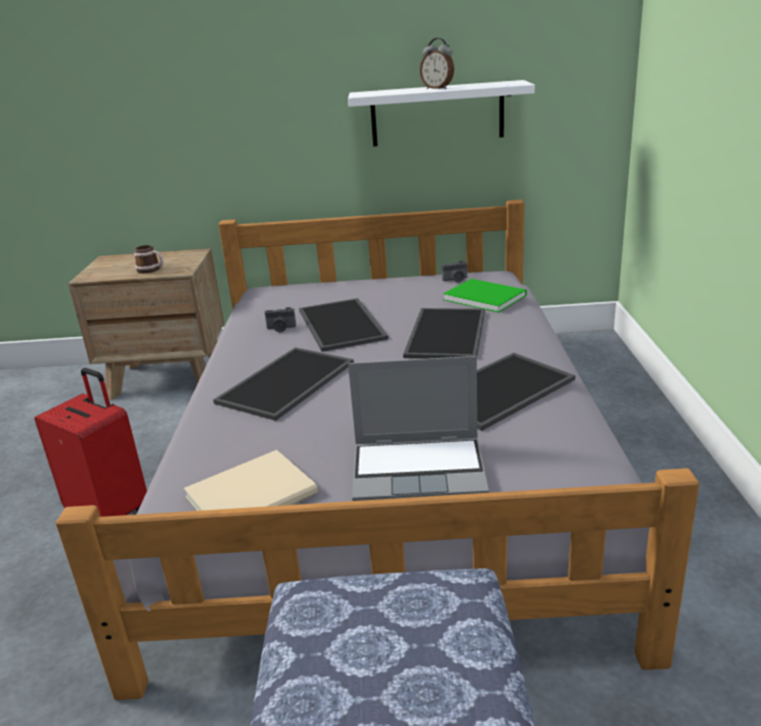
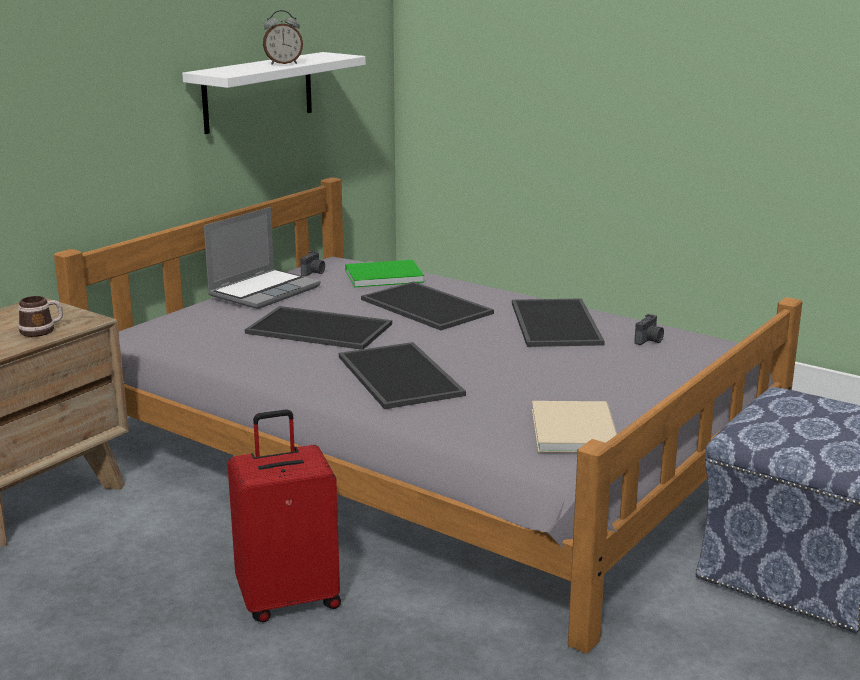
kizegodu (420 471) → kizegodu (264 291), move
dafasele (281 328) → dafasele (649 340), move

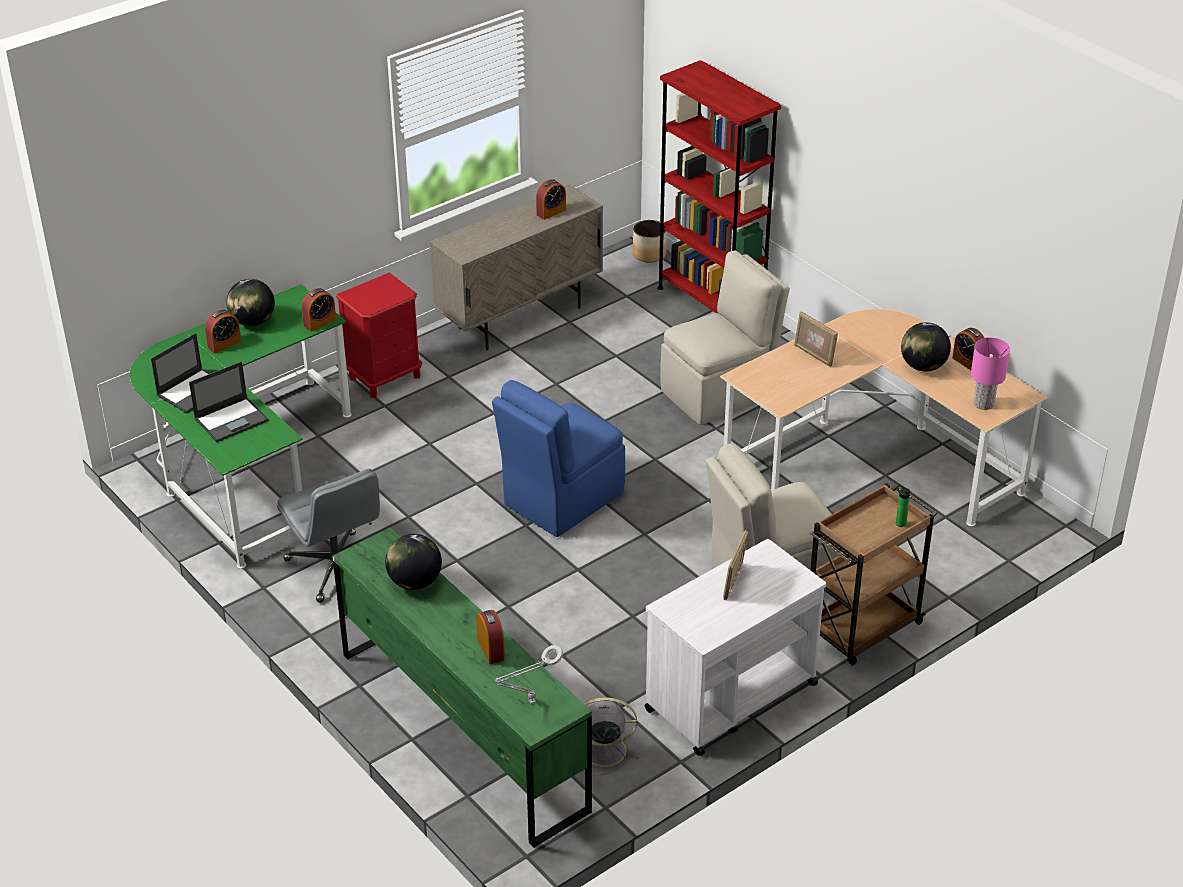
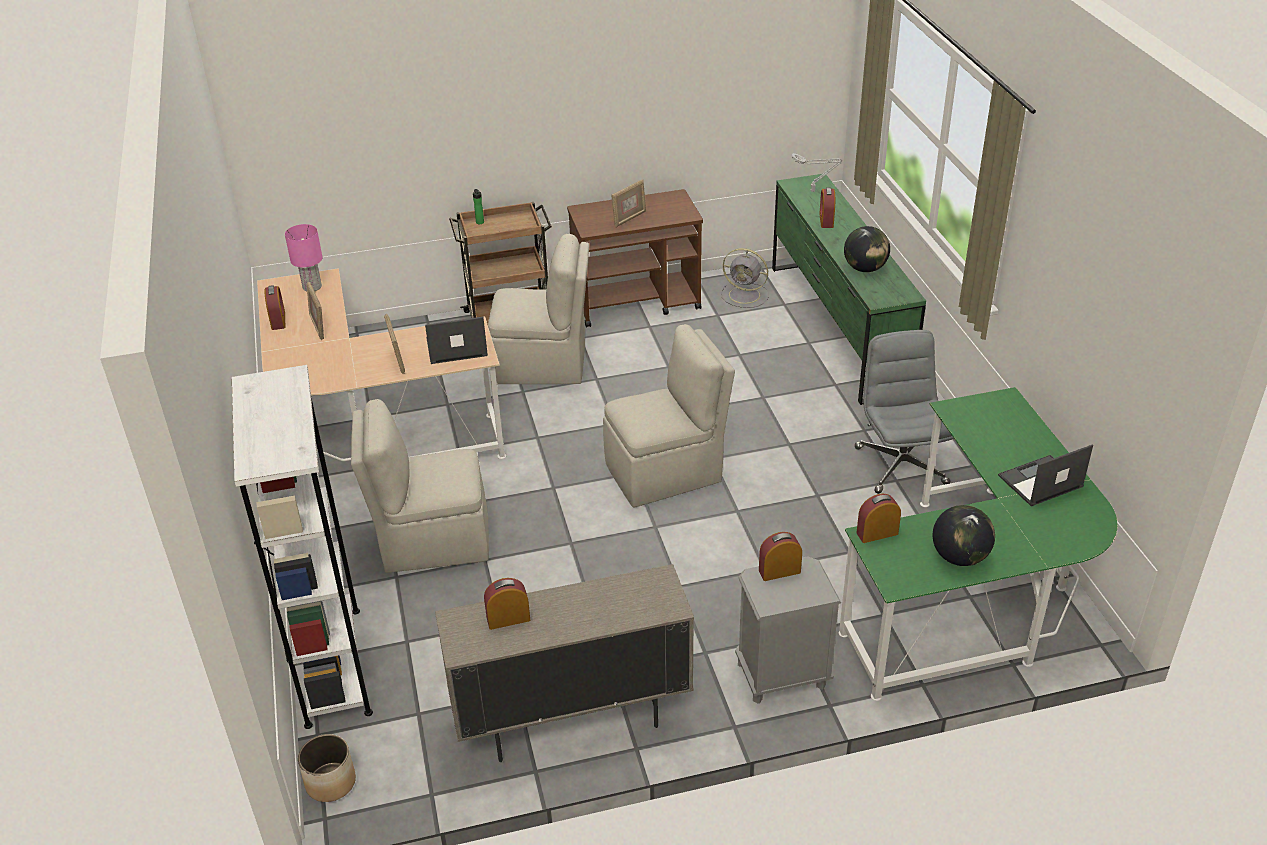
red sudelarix (710 303) → white sudelarix (333 666)
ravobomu (923 366) → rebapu (318 327)
kizegodu (232 419) → kizegodu (456 347), move
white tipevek (730 697) → brown tipevek (637 303)
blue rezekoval (561 500) → beige rezekoval (666 472)
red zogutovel (384 377) → grey zogutovel (781 676)
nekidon (224 344) → nekidon (779 571), move

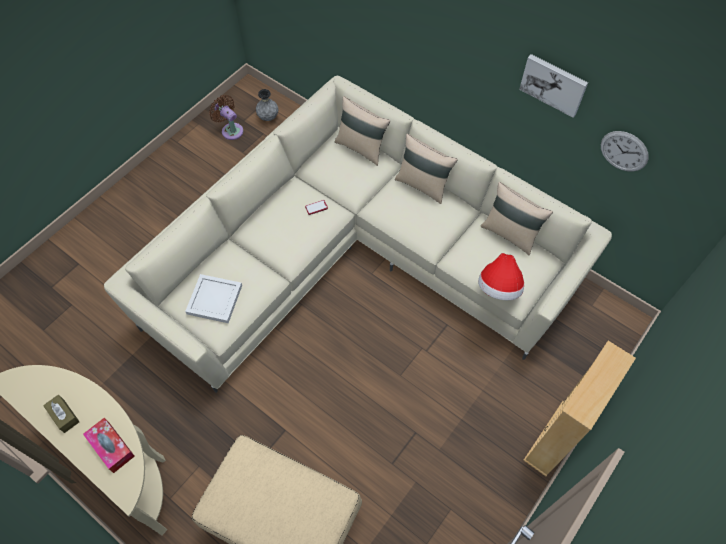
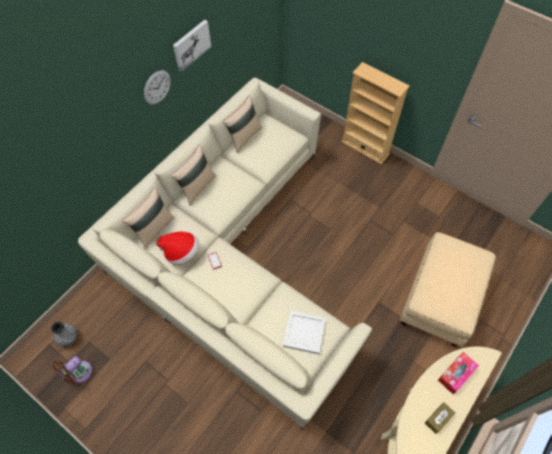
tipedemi (624 151) → tipedemi (157 87), move
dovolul (499 287) → dovolul (181 252), move

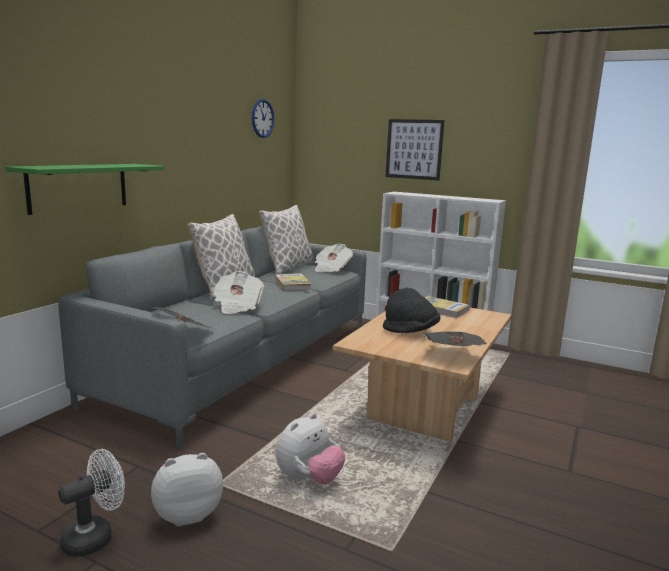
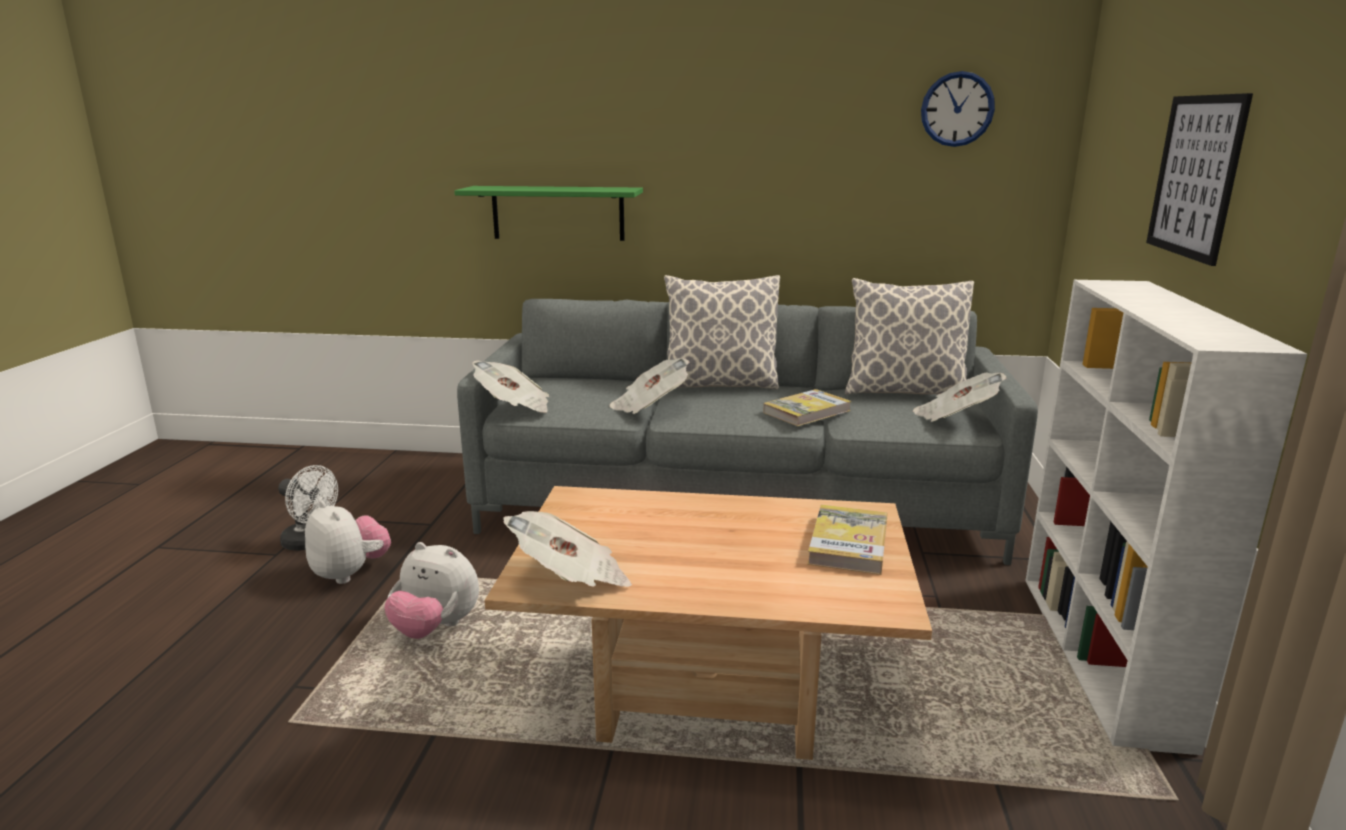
black dovolul (411 332) → -

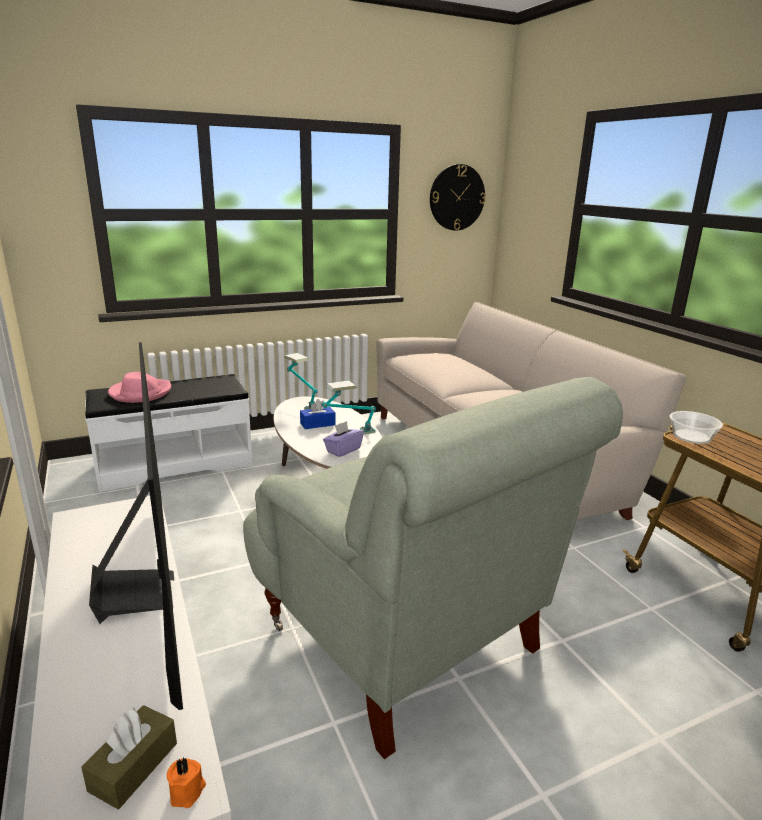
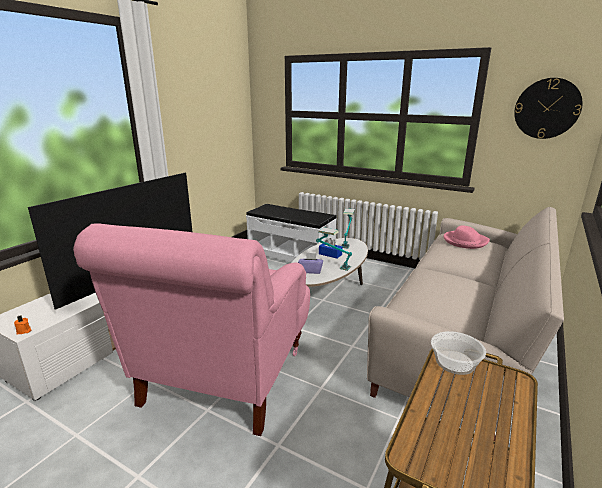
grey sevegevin (405 640) → pink sevegevin (223 379)
pink dovolul (140 393) → pink dovolul (465 241), move
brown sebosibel (133 766) → -

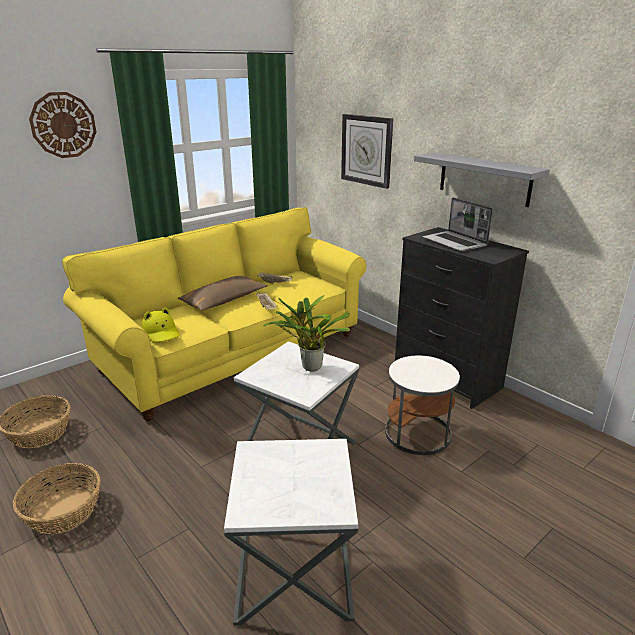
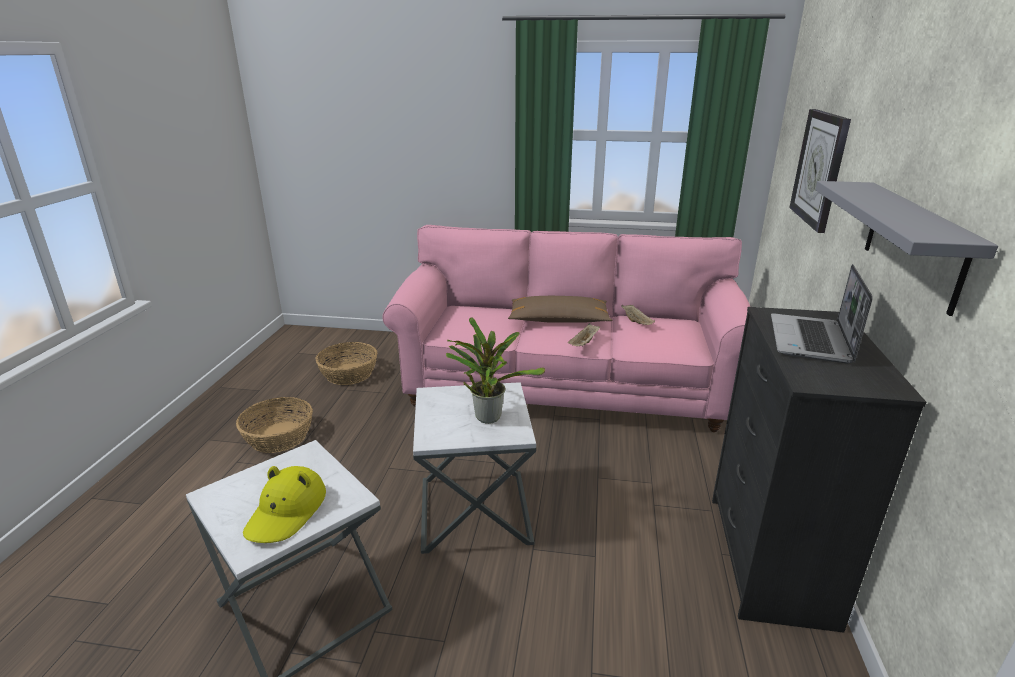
yellow dovolul (161 332) → yellow dovolul (286 512), move
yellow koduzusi (233 353) → pink koduzusi (565 386)
tipedemi (63 125) → -
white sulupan (418 433) → -

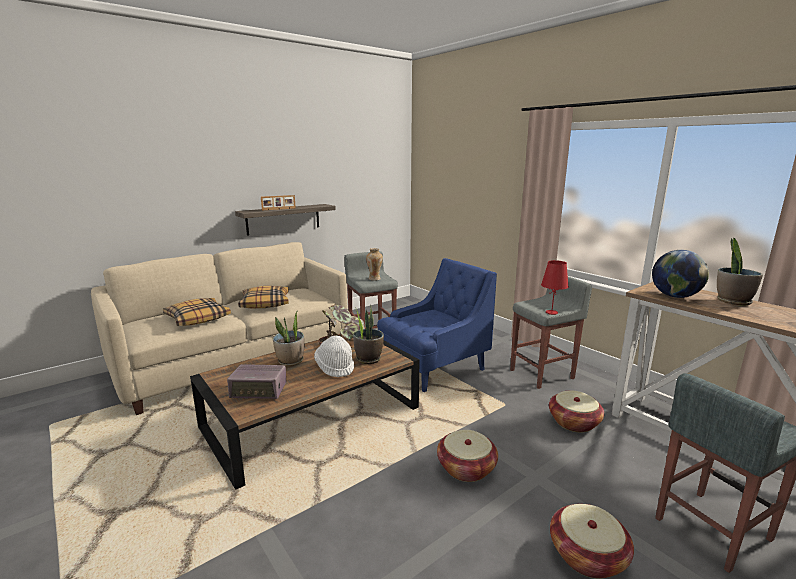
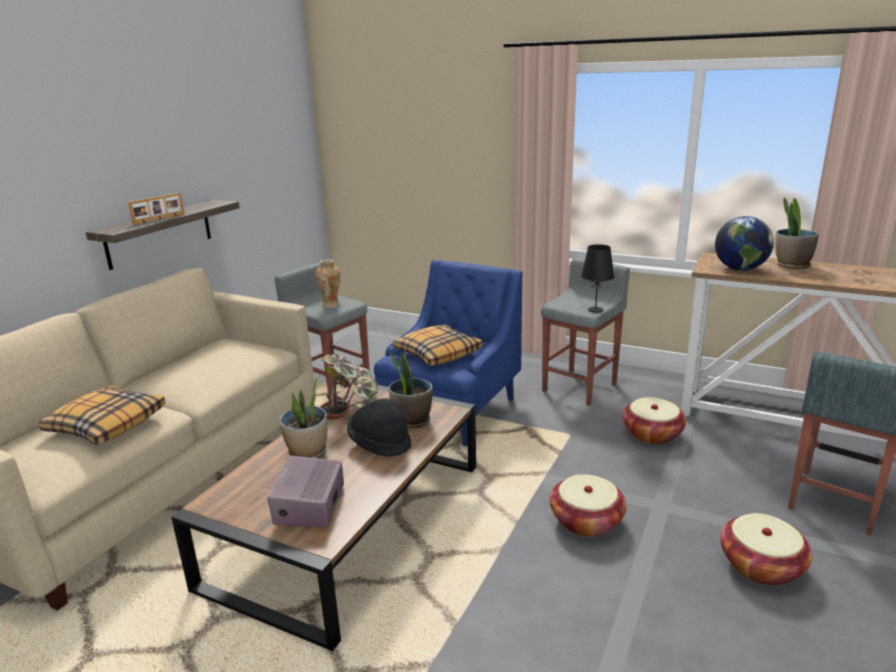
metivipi (259 391) → metivipi (309 505), 120 degrees clockwise
white dovolul (335 367) → black dovolul (380 443)
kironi (265 303) → kironi (437 353), move
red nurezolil (551 312) → black nurezolil (595 310)

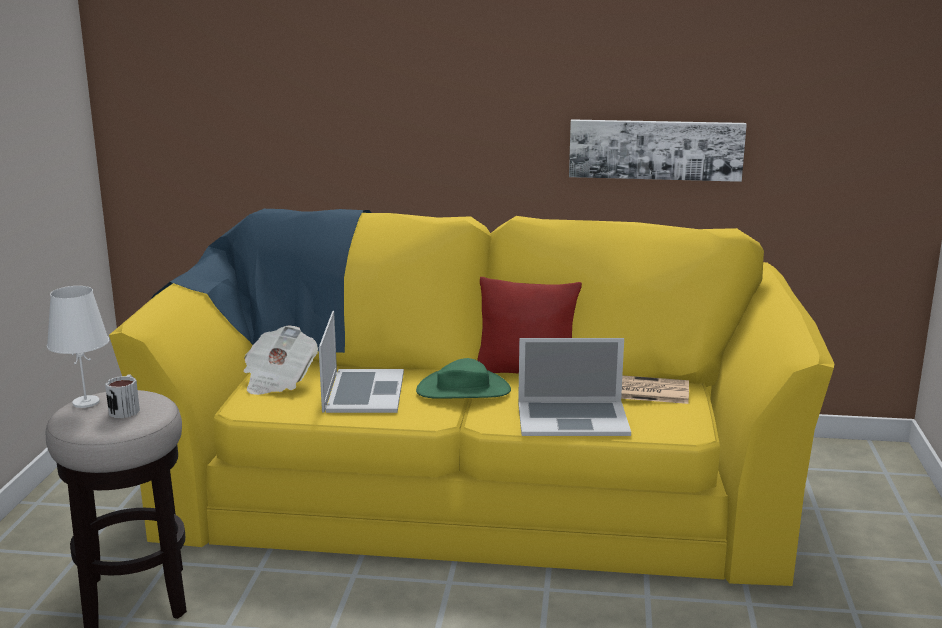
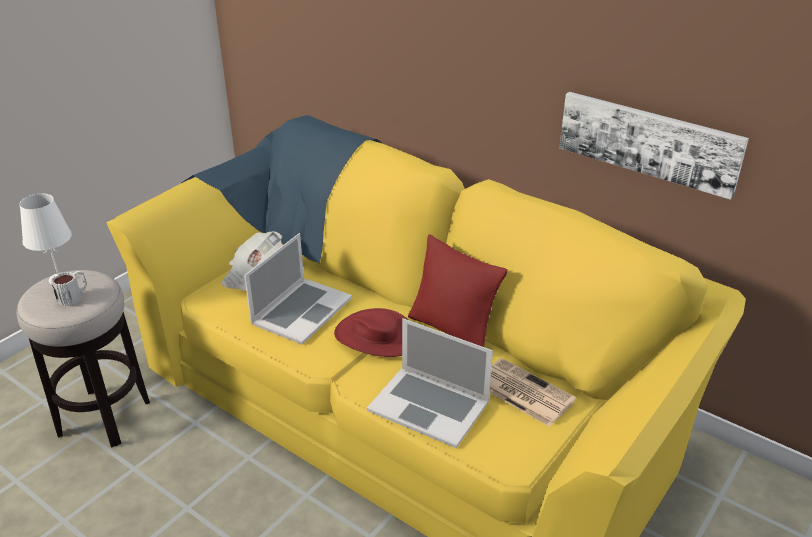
green dovolul (463 390) → red dovolul (375 336)

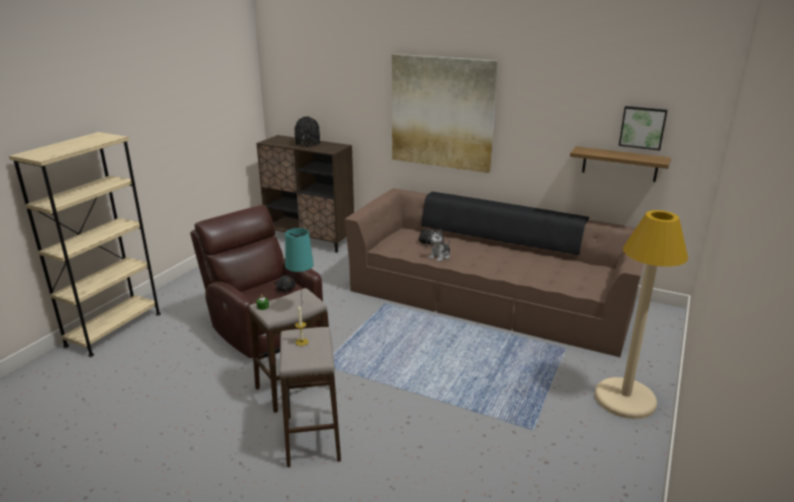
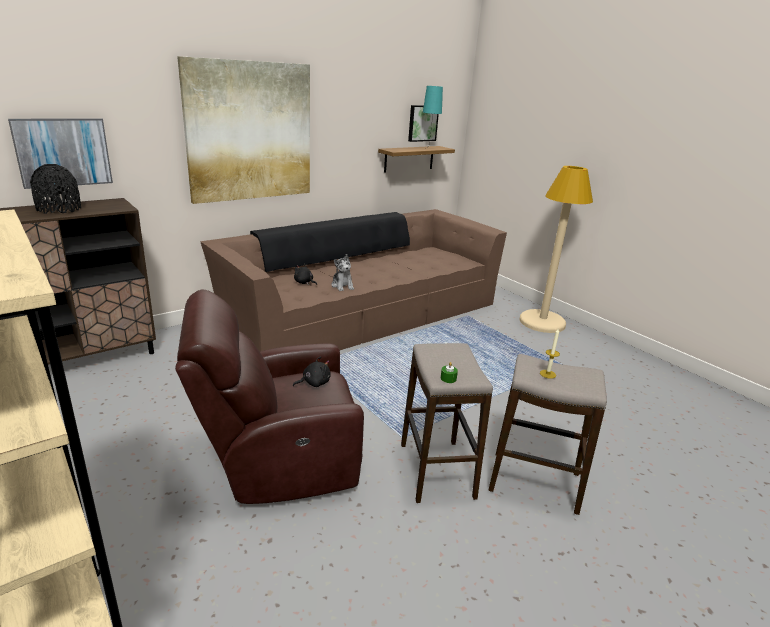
- → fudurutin (63 152)
turquoise nurezolil (303 309) → turquoise nurezolil (428 149), move

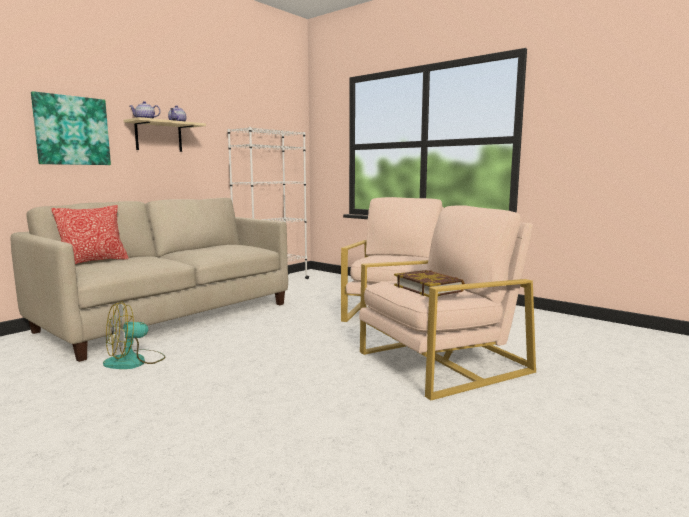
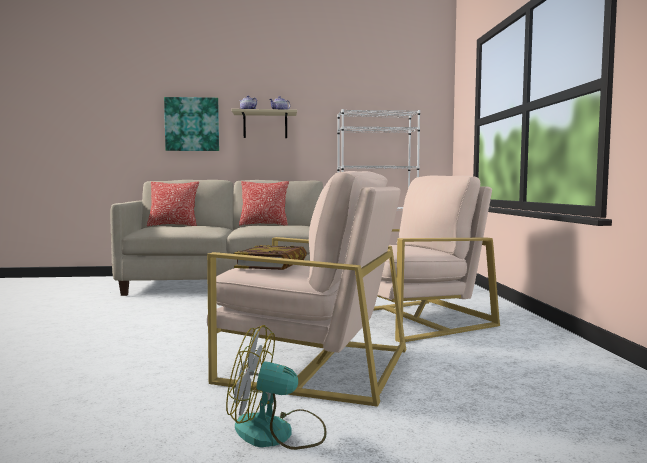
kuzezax (135 361) → kuzezax (277 433), move
- → kironi (264 225)

